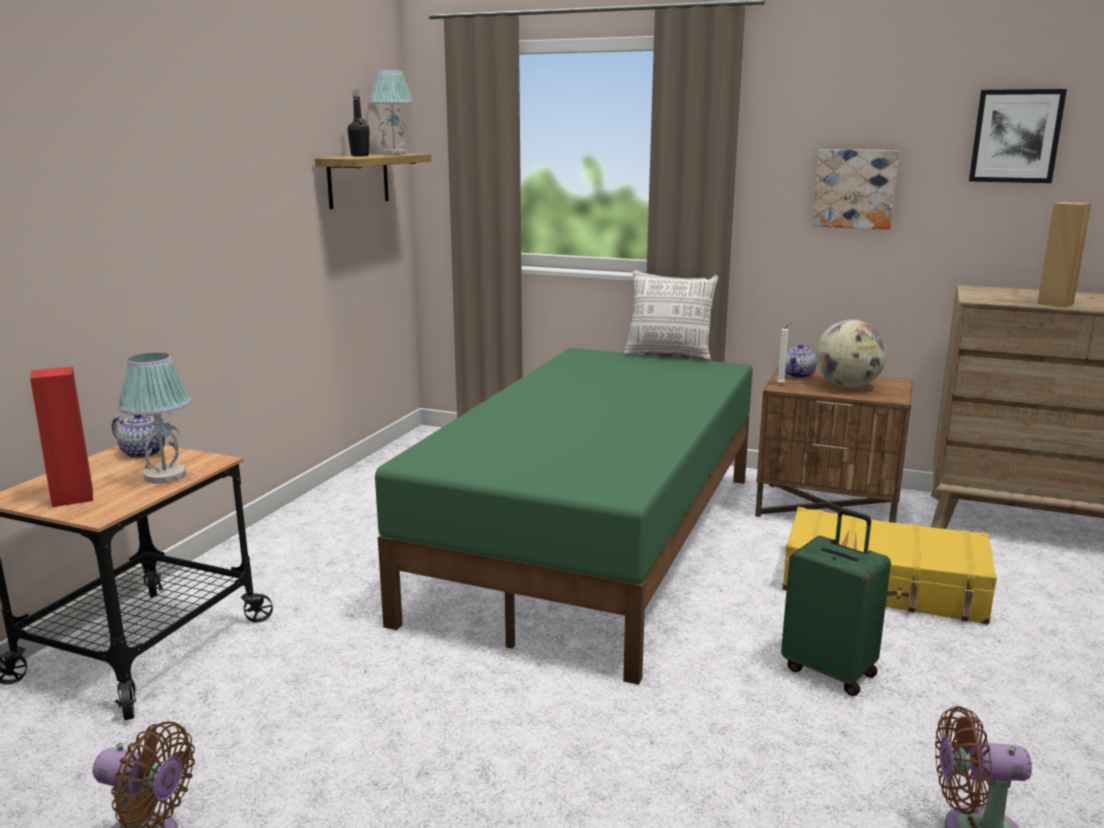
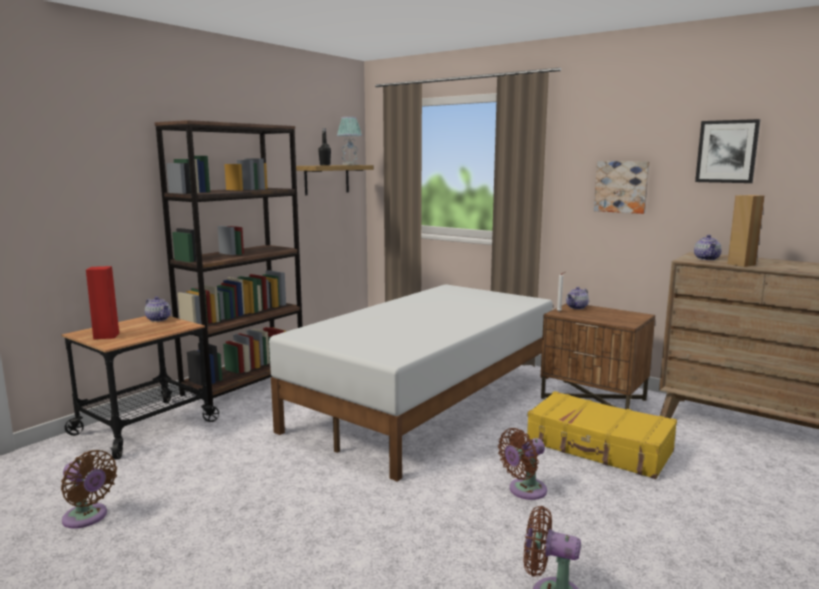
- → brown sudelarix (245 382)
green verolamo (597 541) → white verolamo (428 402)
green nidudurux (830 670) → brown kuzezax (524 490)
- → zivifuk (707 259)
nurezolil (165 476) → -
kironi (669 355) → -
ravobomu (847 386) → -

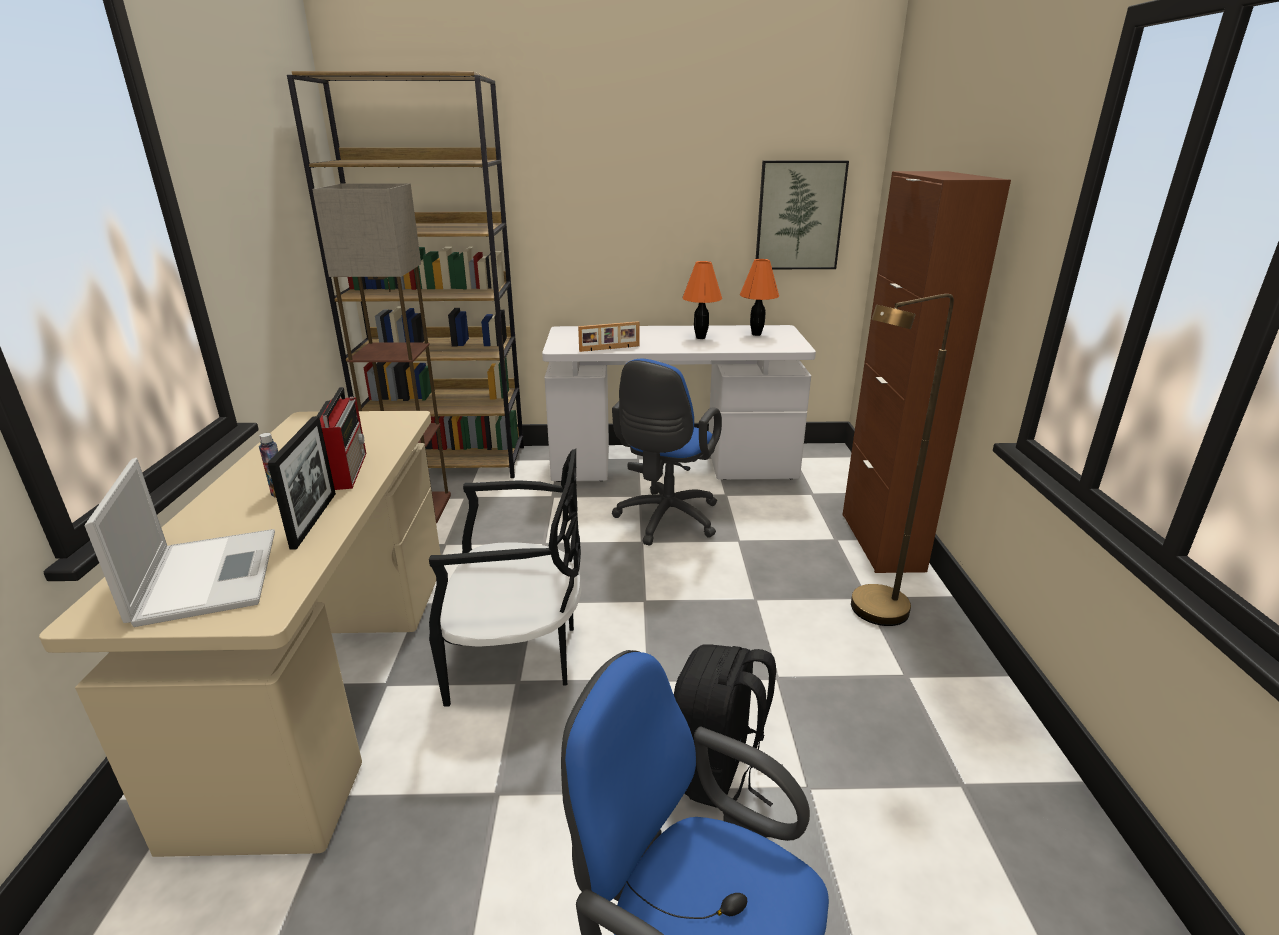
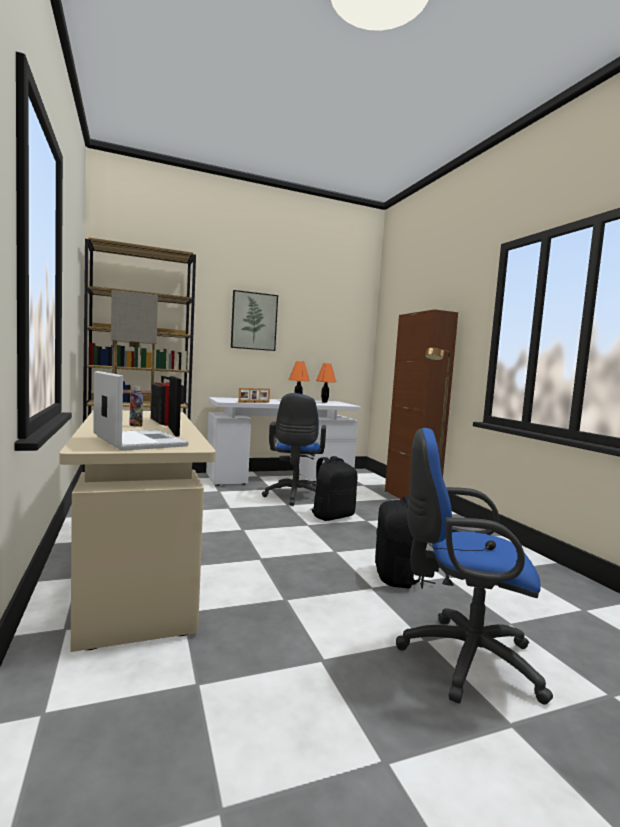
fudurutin (799 216) → fudurutin (254 321), move
- → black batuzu (332 516)
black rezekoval (517 656) → -

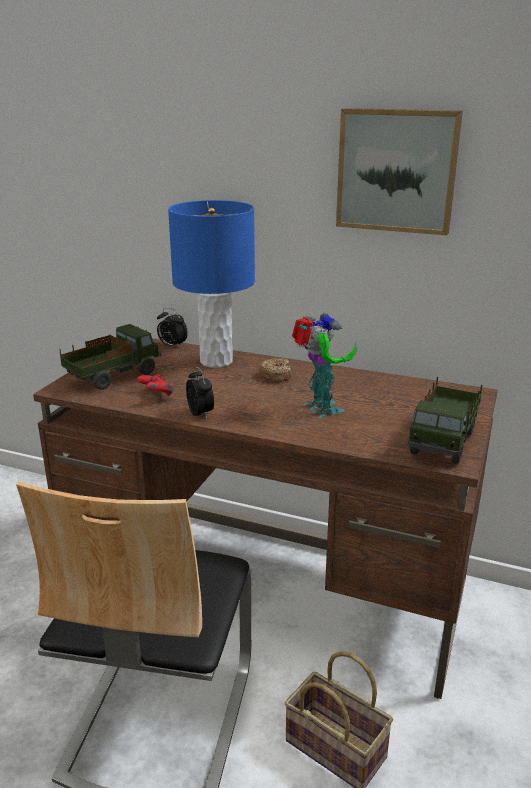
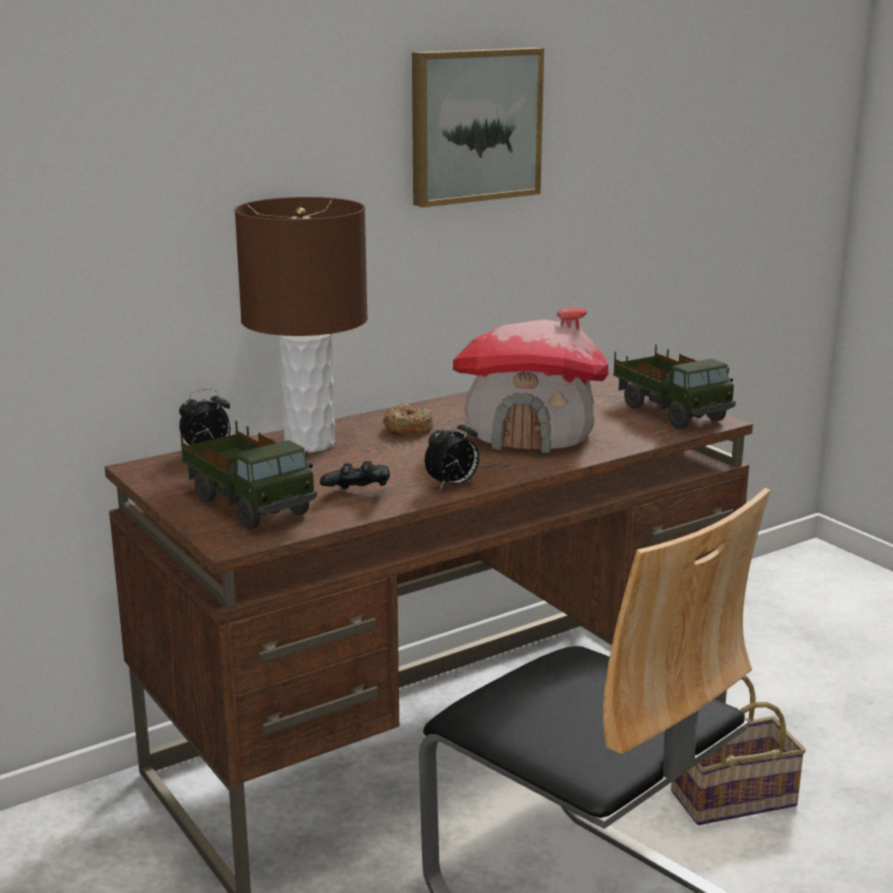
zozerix (113 377) → zozerix (250 505), 150 degrees clockwise
blue nurezolil (217 361) → brown nurezolil (310 443)
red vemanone (155 395) → black vemanone (358 495)
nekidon (201 414) → nekidon (452 485), 135 degrees clockwise
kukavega (321 410) → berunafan (531 434)

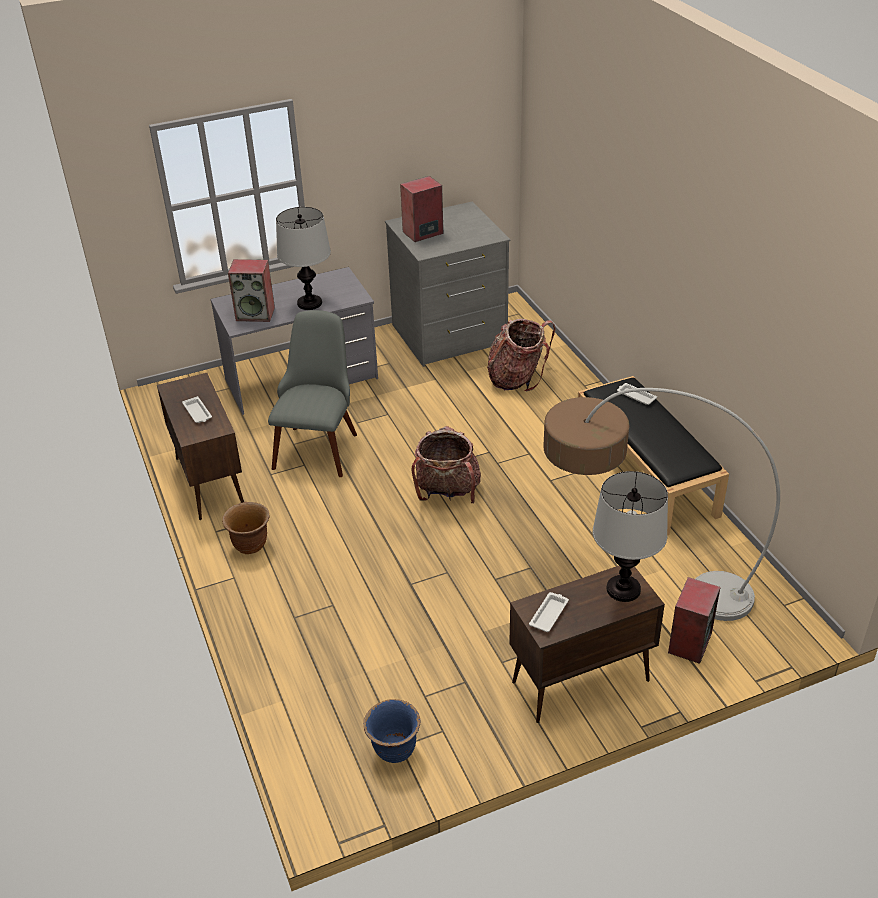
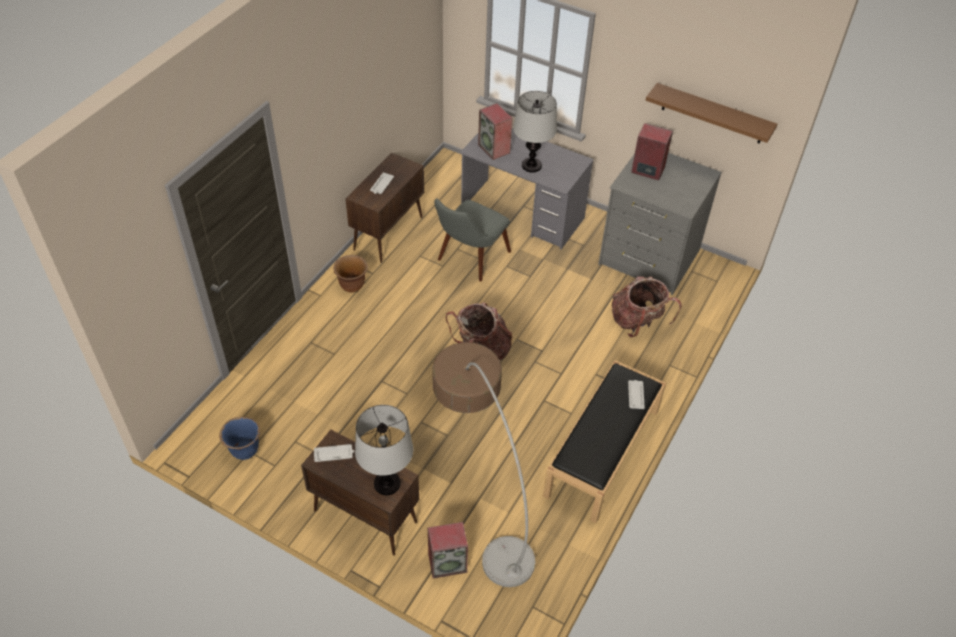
grey rezekoval (319 444) → grey rezekoval (468 260), 150 degrees clockwise
- → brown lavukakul (713 114)

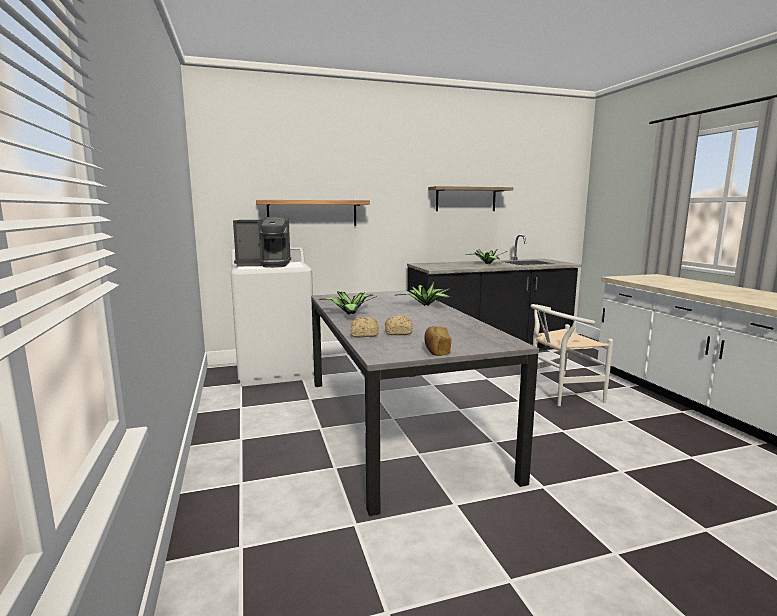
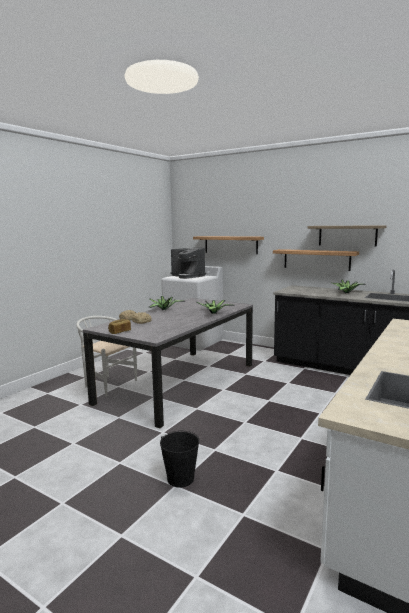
white rezekoval (560 395) → white rezekoval (107 384), move
- → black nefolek (180 479)
- → lavukakul (316 259)

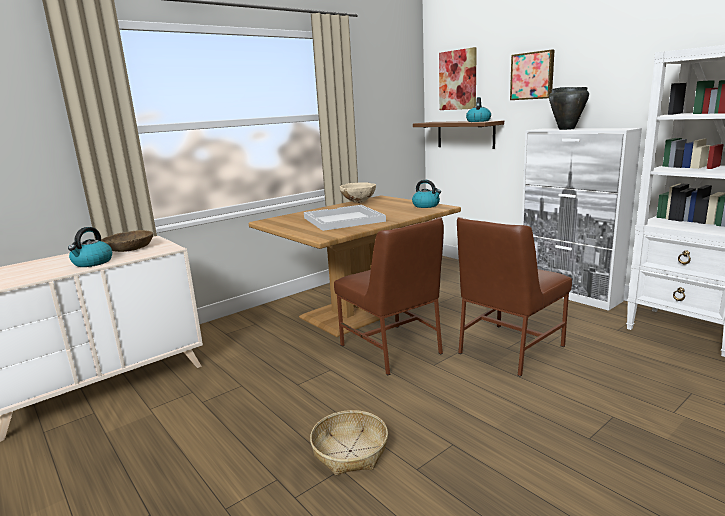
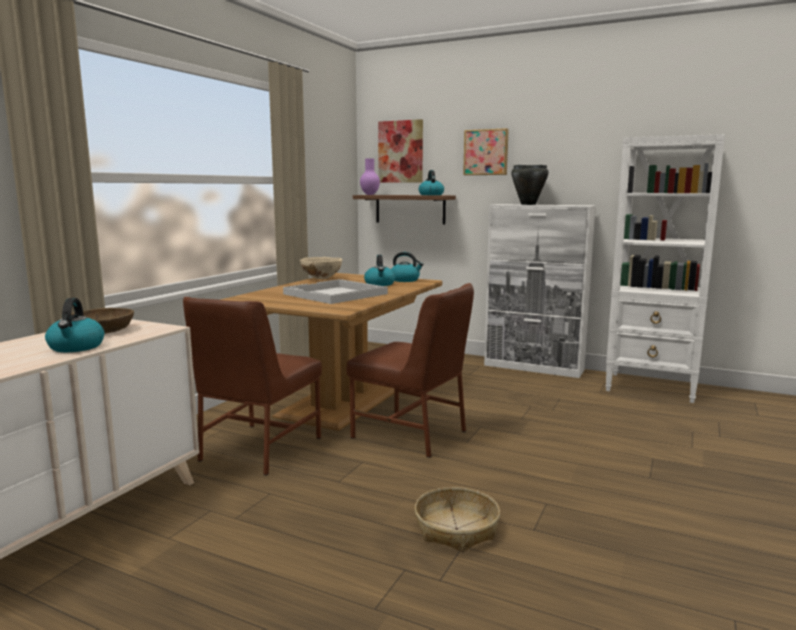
brown rezekoval (508 349) → brown rezekoval (258 449), move
- → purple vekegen (369 194)
- → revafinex (380 284)

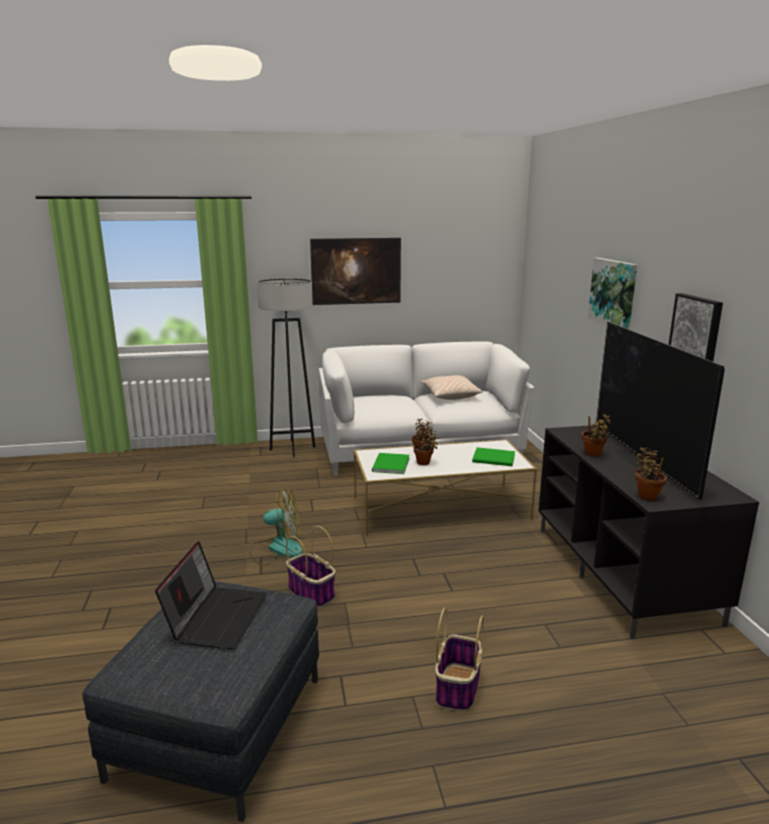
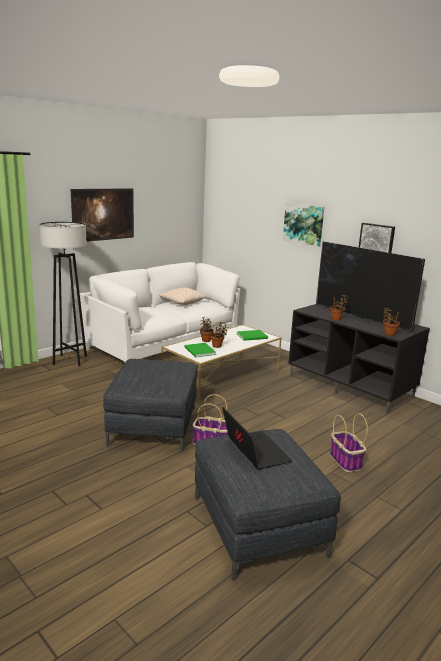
kuzezax (276 549) → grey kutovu (153 425)

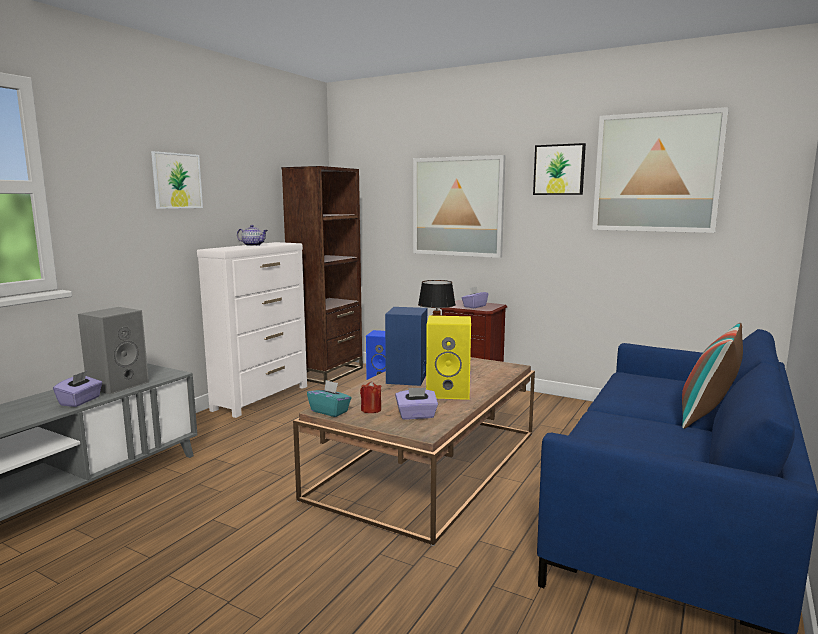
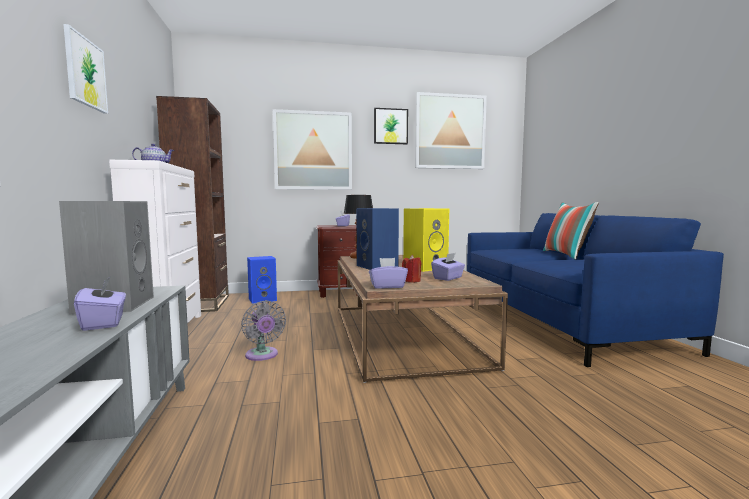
- → grey kuzezax (262 356)
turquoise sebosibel (330 411) → purple sebosibel (387 286)

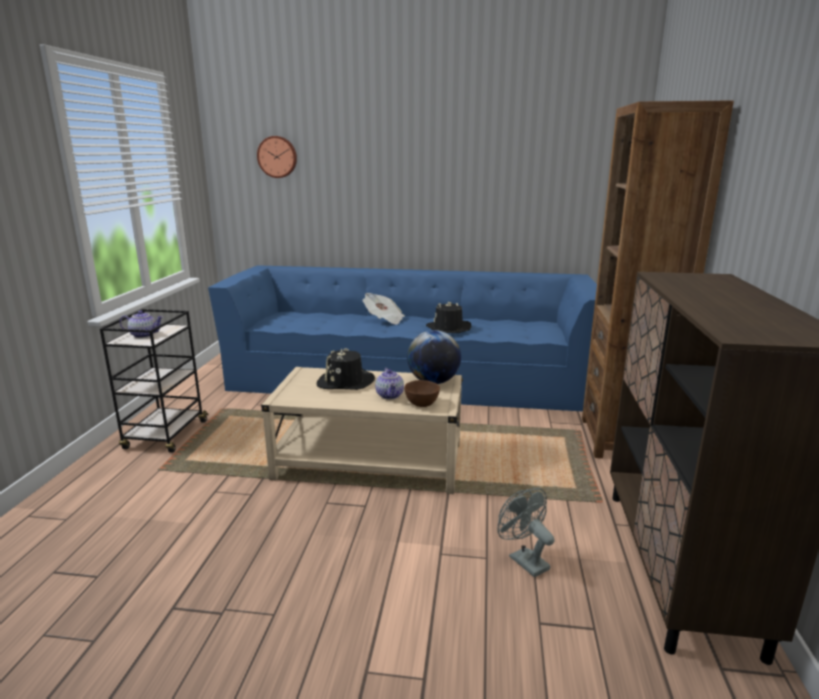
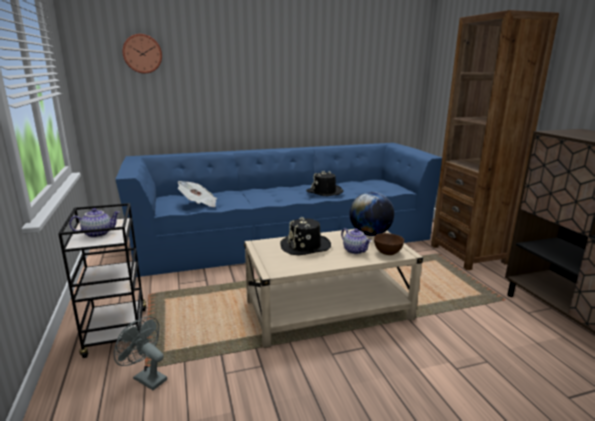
grey kuzezax (524 560) → grey kuzezax (146 378), move
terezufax (384 319) → terezufax (199 204), move

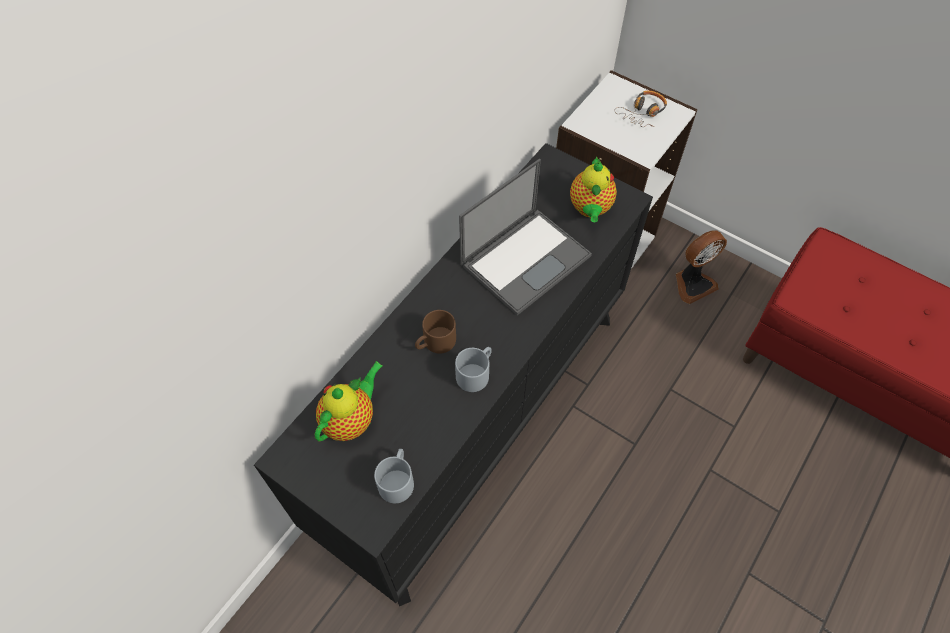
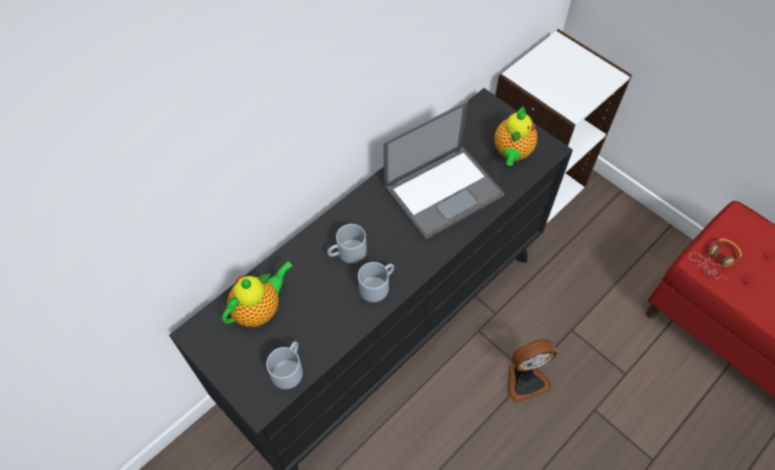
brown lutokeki (435 343) → grey lutokeki (347 253)
kuzezax (692 283) → kuzezax (525 379), move
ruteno (642 113) → ruteno (716 260), move

